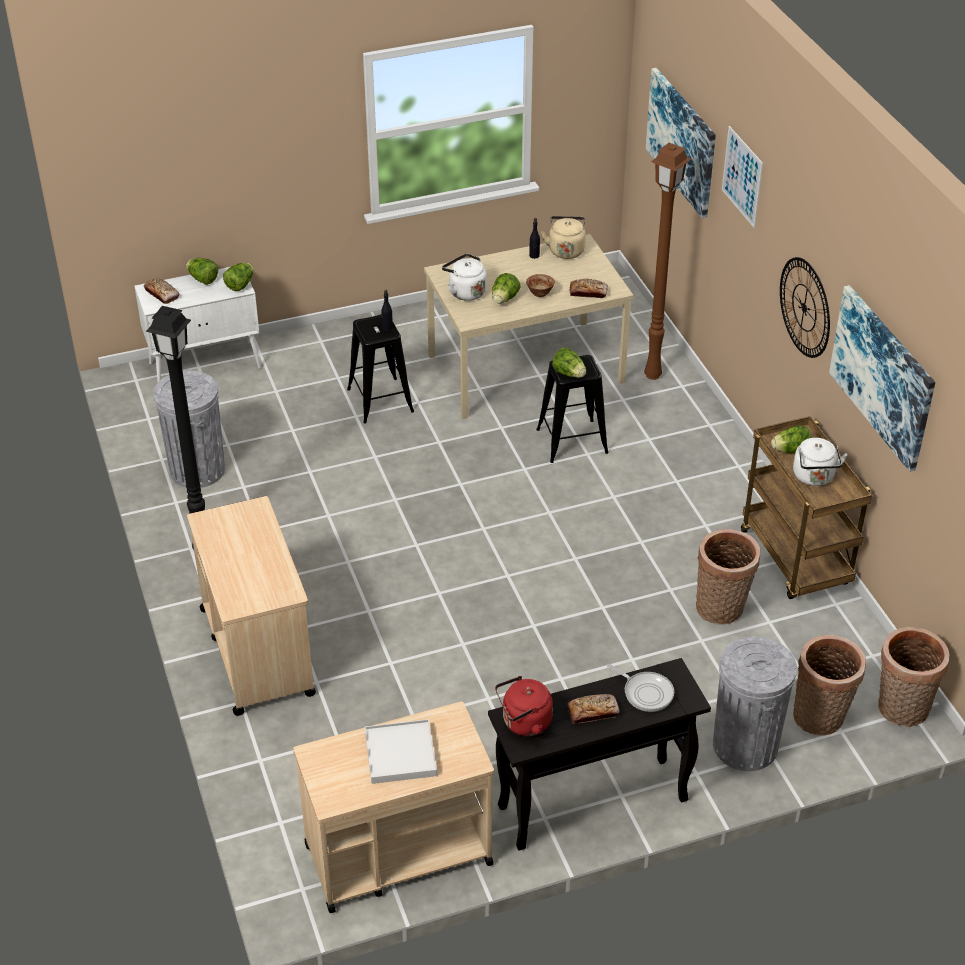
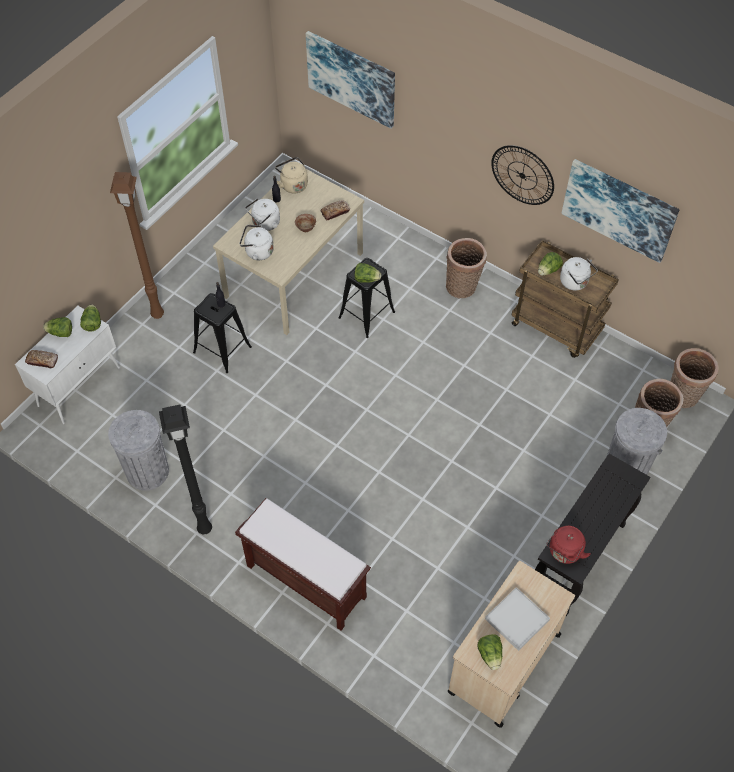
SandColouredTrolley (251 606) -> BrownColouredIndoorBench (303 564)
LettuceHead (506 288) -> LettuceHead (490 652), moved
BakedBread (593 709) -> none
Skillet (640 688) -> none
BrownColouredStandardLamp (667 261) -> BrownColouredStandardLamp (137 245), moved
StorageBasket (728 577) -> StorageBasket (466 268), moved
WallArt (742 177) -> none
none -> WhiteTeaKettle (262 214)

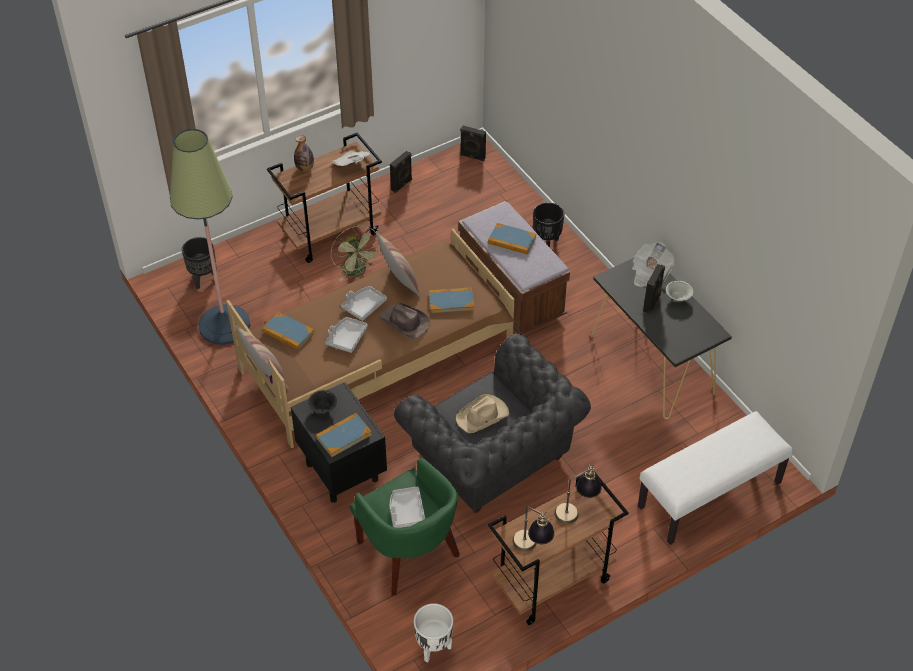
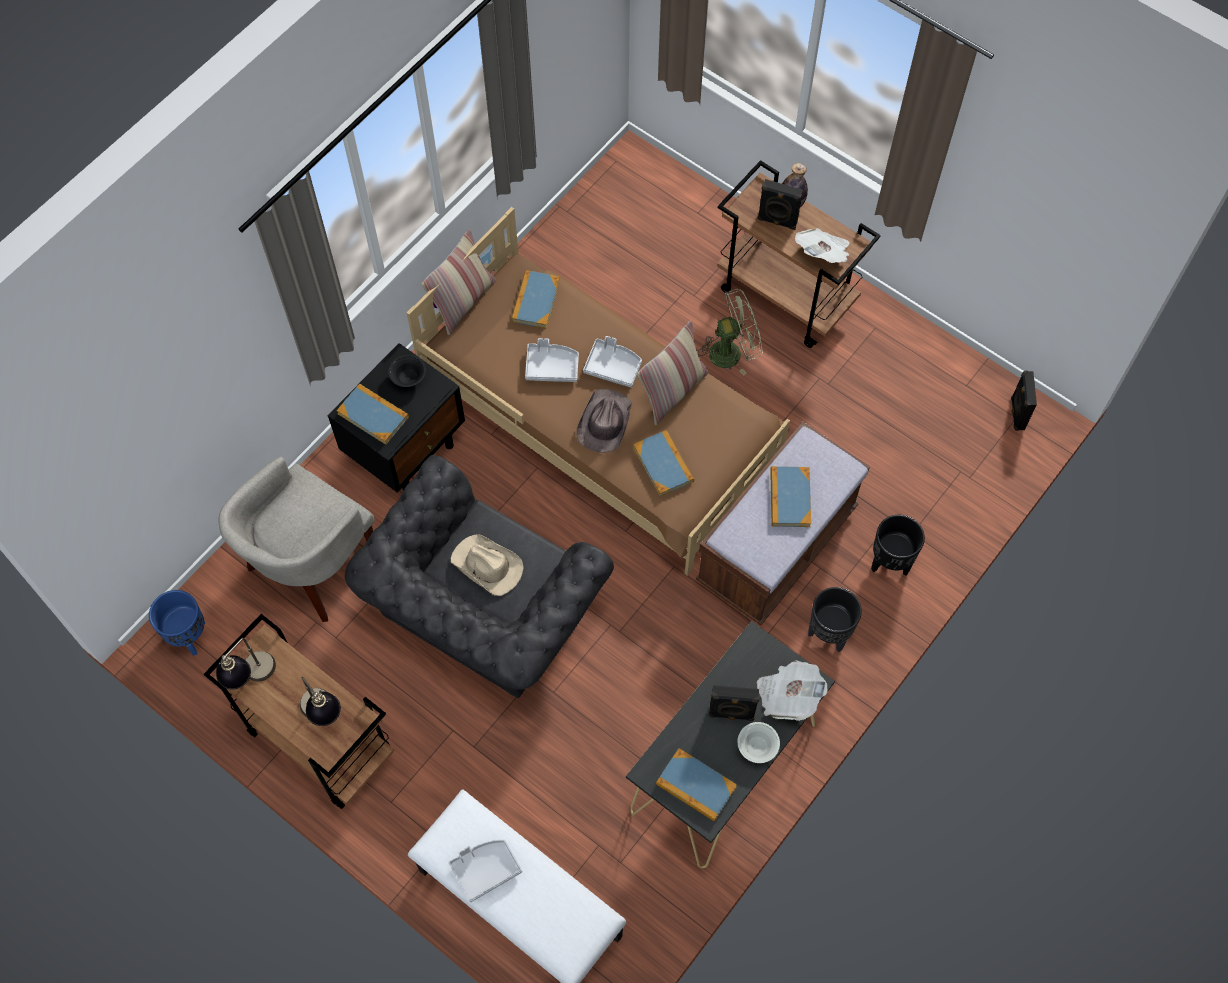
StandardLamp (210 237) -> none
BlackPlantPot (199 263) -> BlackPlantPot (835 619), moved
GreenColouredElectricFan (356 253) -> GreenColouredElectricFan (730 332), 150 degrees counterclockwise
GreenColouredLoungeChair (405 527) -> SandColouredLoungeChair (296 539)
BlackSpeaker (401 172) -> BlackSpeaker (780 204), moved
GreyCarryingTray (407 507) -> GreyCarryingTray (485 871), moved
WhitePlantPot (433 632) -> BluePlantPot (177 623)
none -> BoundBook (696 785)

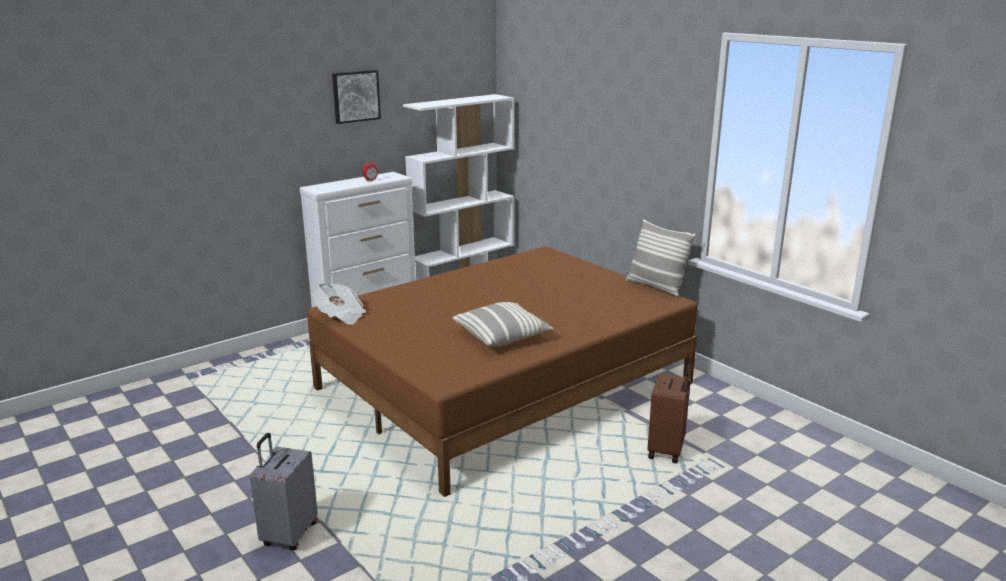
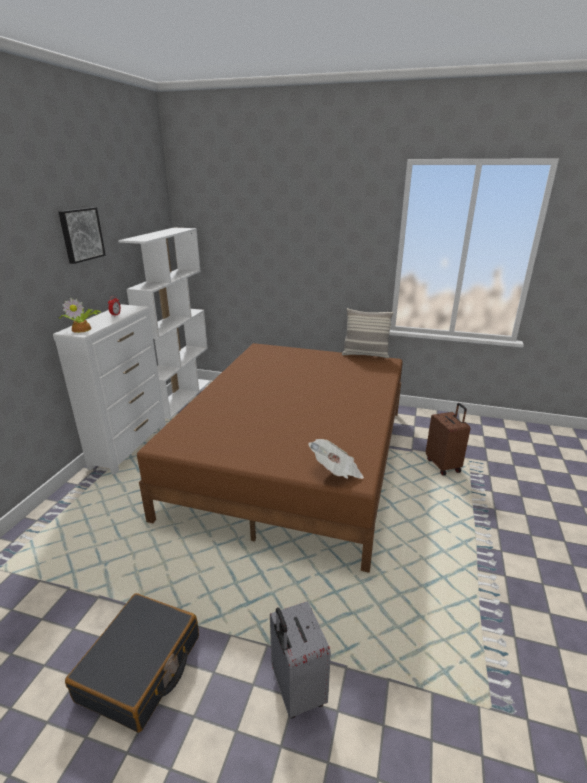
Newspaper (339 303) -> Newspaper (336 459), moved
ThrowPillow (503 324) -> none
none -> Houseplant (80 315)
none -> BlackTravelCase (132 663)

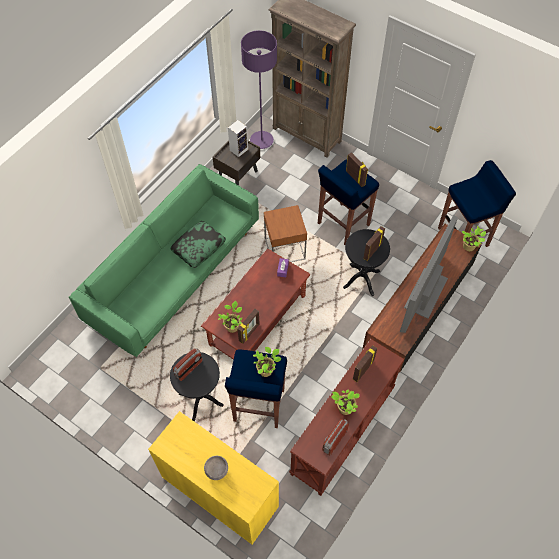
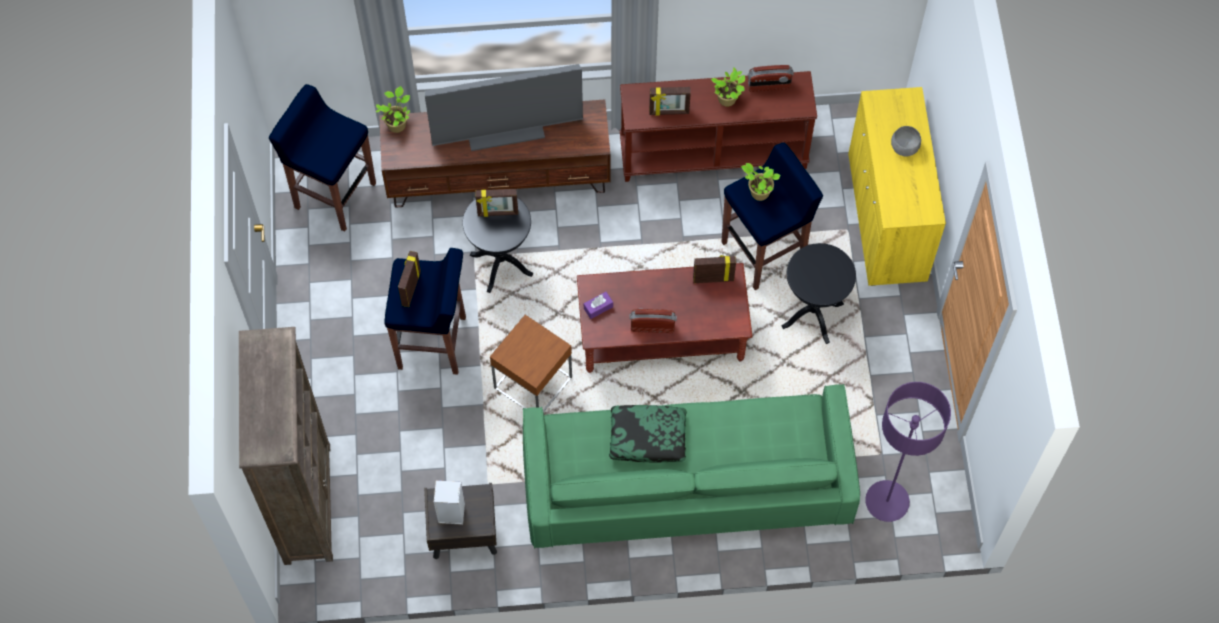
RadioSet (188 364) -> RadioSet (653 320), moved
Houseplant (230 317) -> none
PurplishStandardLamp (259 89) -> PurplishStandardLamp (908 452), moved

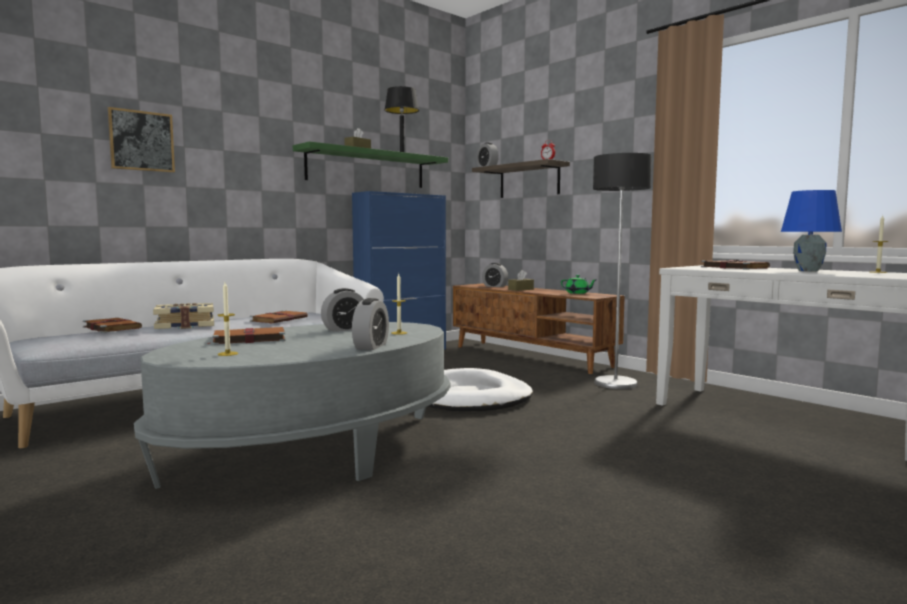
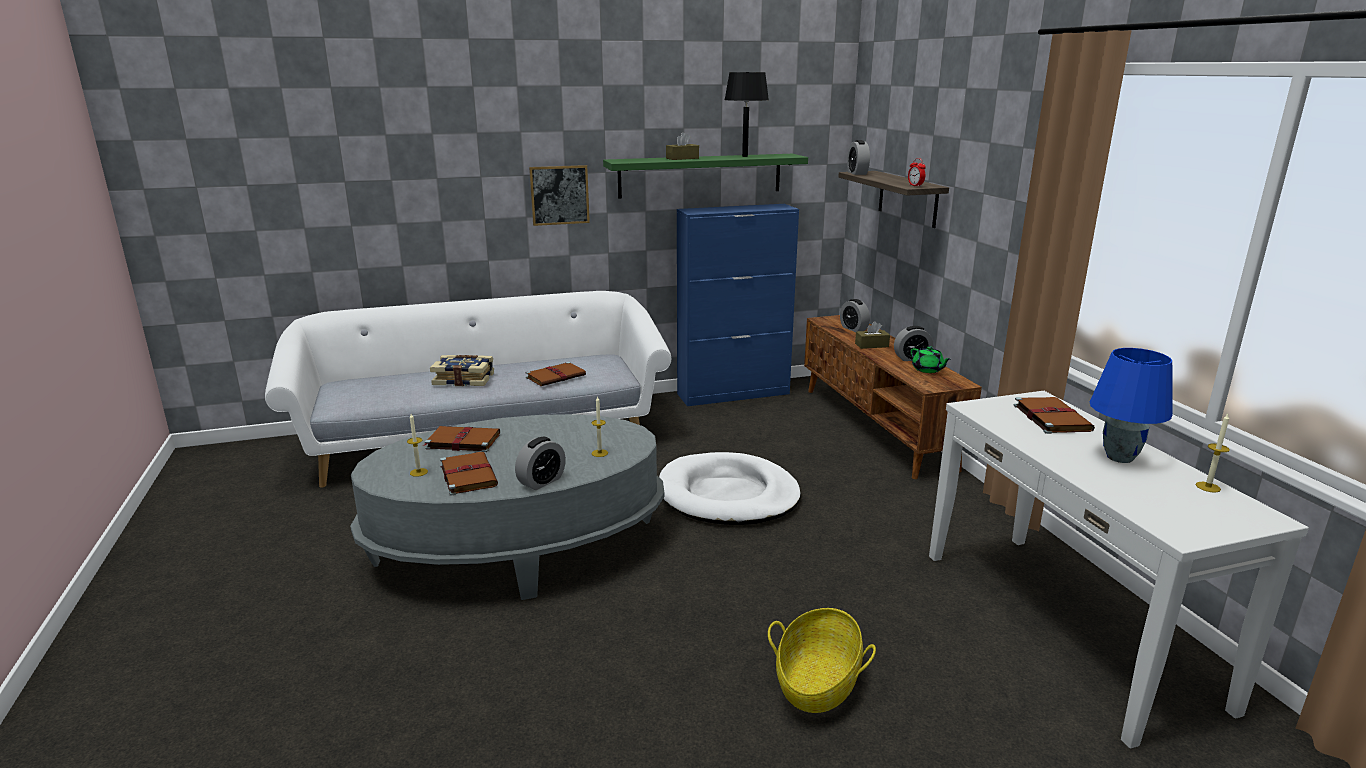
BrownColouredBoundBook (112 325) -> BrownColouredBoundBook (469 474), moved
WallArt (141 140) -> WallArt (559 195), moved
AlarmClock (342 310) -> AlarmClock (913 343), moved
StandardLamp (622 271) -> none
none -> StorageBasket (822 660)

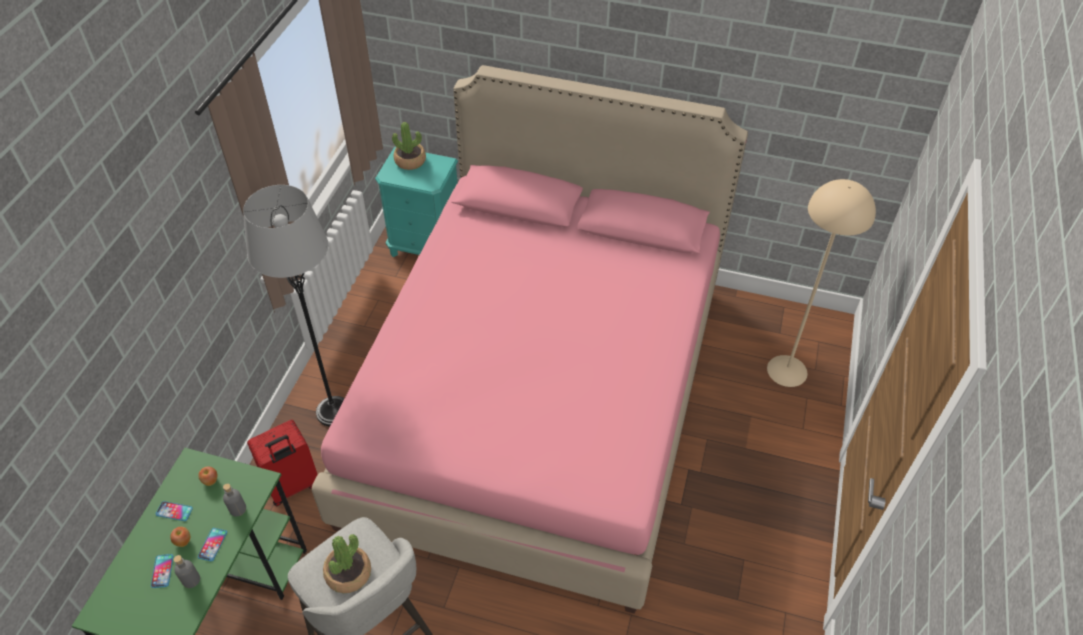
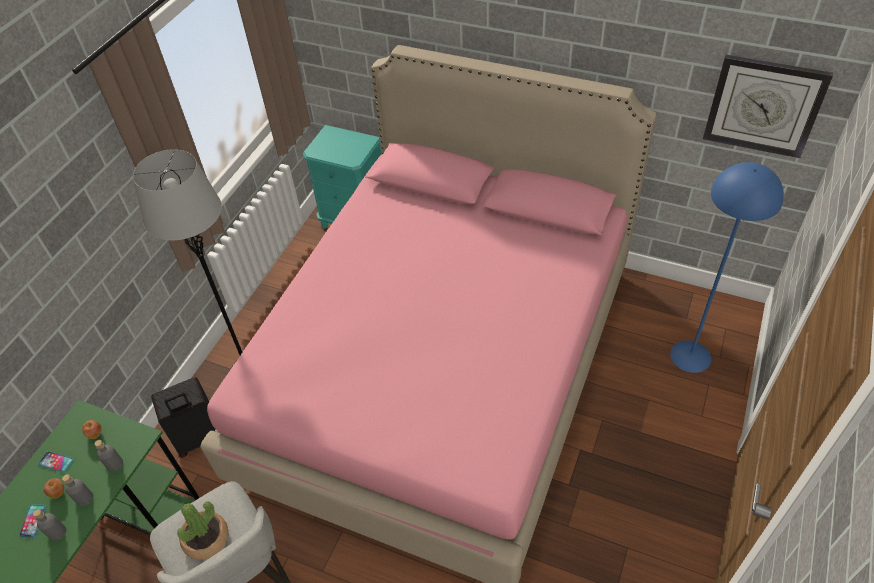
Handset (212 544) -> GreyBottle (77 490)
RedColouredTravelCase (282 463) -> BlackTravelCase (183 417)
Houseplant (409 146) -> none
SandColouredStandardLamp (821 283) -> BlueStandardLamp (727 267)
none -> WallClock (768 106)

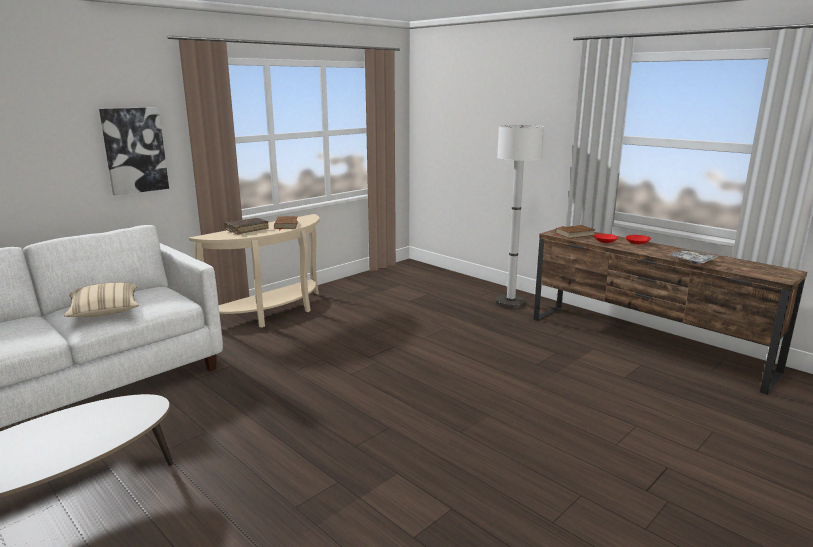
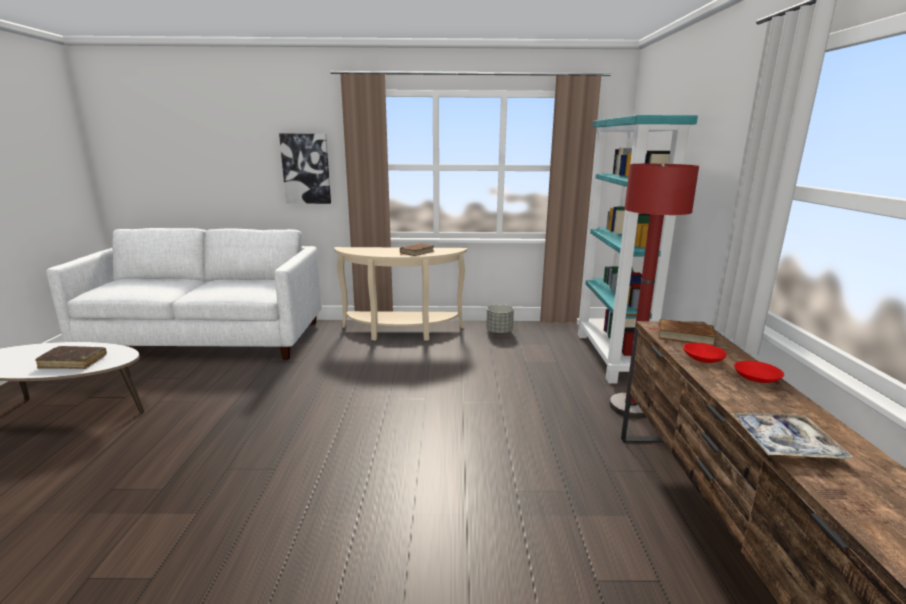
SandColouredThrowPillow (101 299) -> none
BrownColouredBoundBook (246 226) -> BrownColouredBoundBook (71 357), moved
WhiteStandardLamp (520 217) -> RedColouredStandardLamp (654 291)
none -> GreyPlantPot (500 319)
none -> BlueGreenBookcase (637 249)

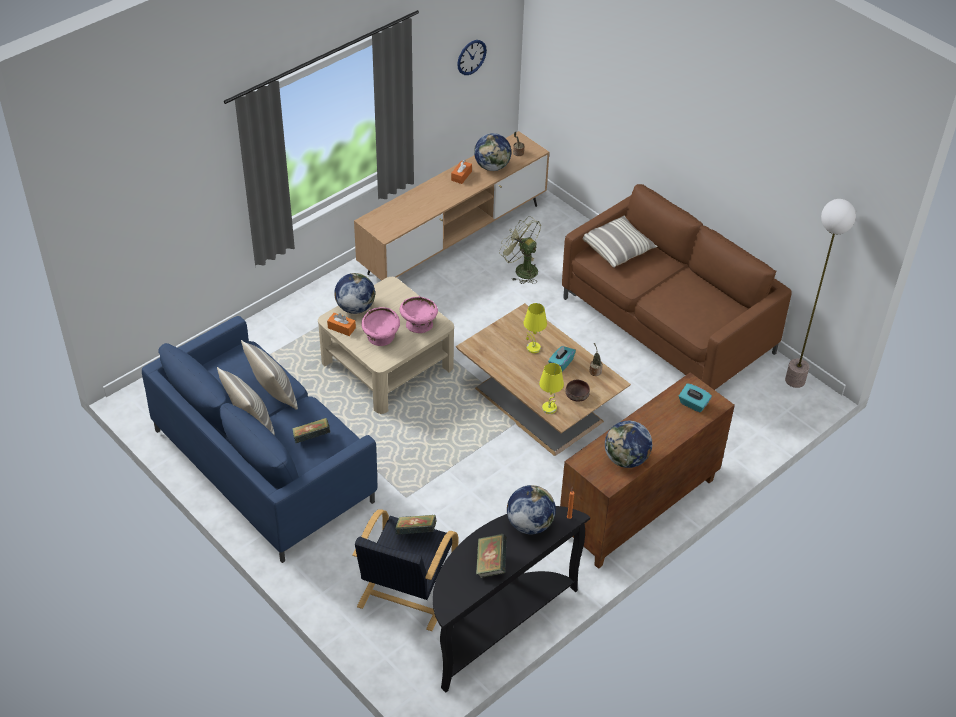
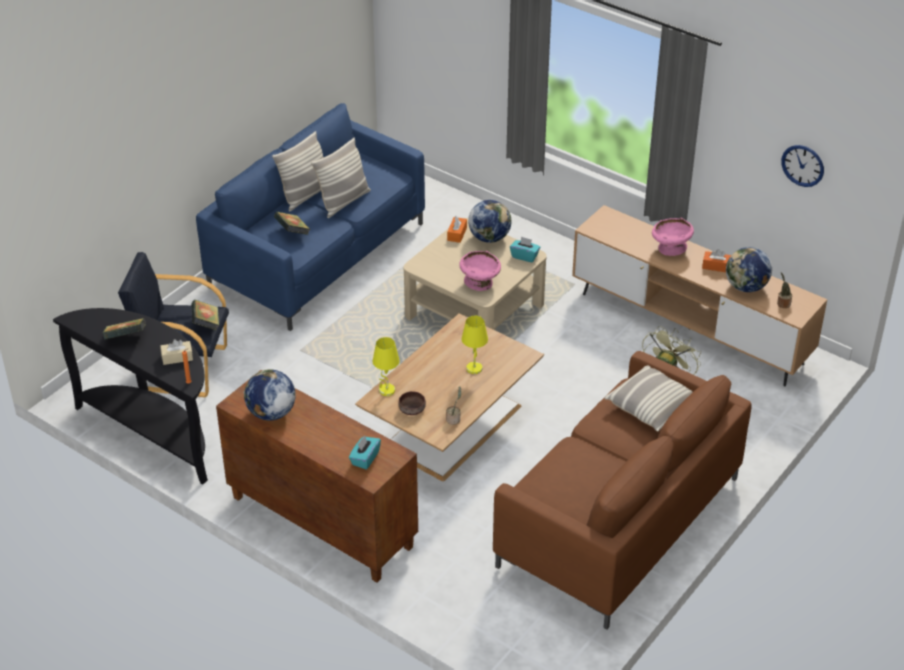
PinkColouredDeepDish (380 326) -> PinkColouredDeepDish (673 237), moved
WorldGlobe (531 509) -> SandColouredBoxOfTissues (176 352)
BlueGreenBoxOfTissues (562 358) -> BlueGreenBoxOfTissues (525 249), moved
StandardLamp (820 293) -> none

